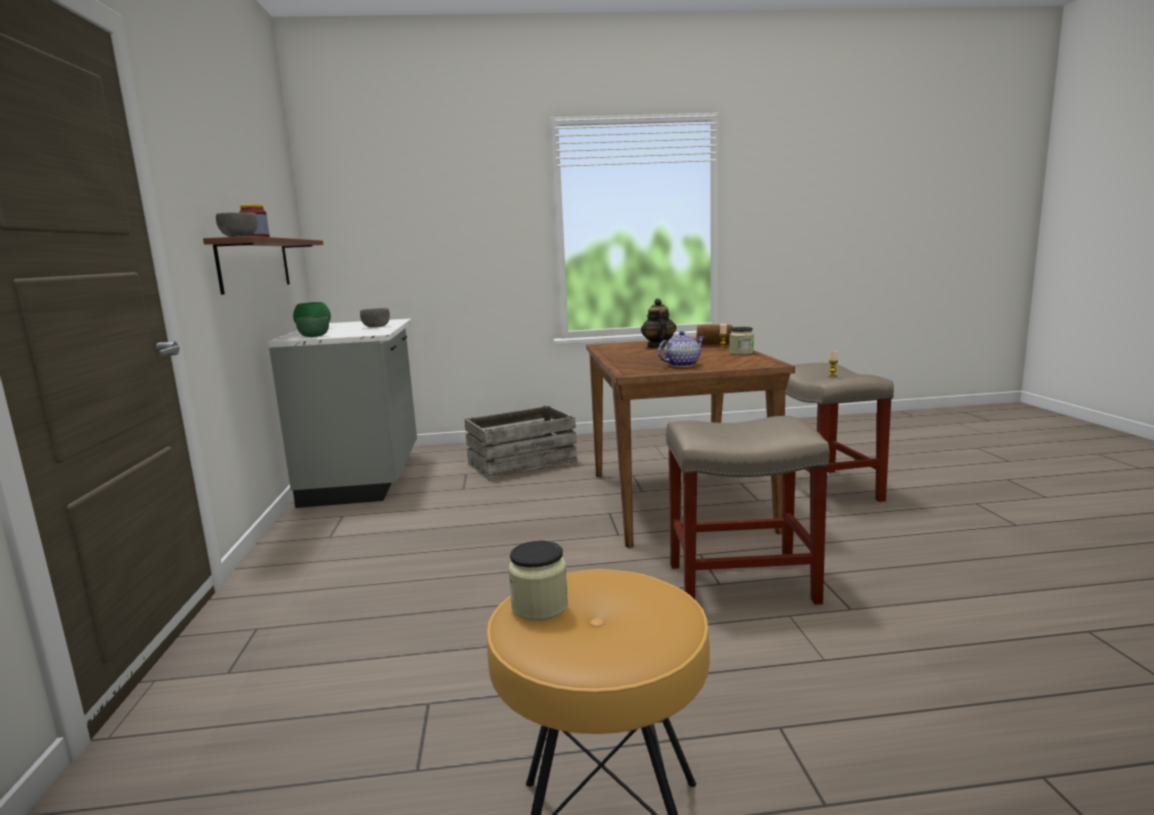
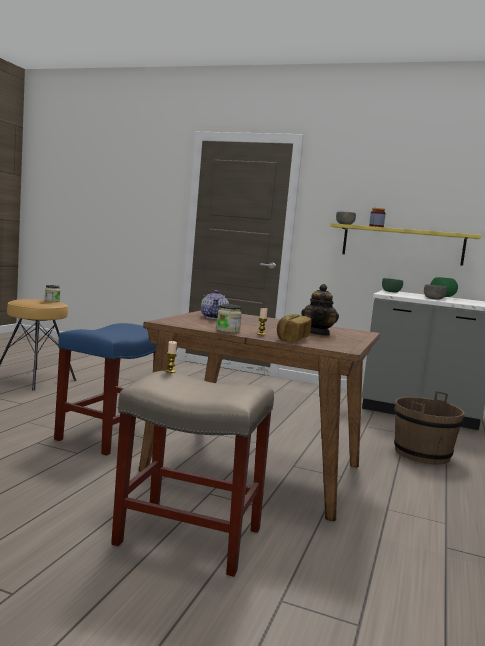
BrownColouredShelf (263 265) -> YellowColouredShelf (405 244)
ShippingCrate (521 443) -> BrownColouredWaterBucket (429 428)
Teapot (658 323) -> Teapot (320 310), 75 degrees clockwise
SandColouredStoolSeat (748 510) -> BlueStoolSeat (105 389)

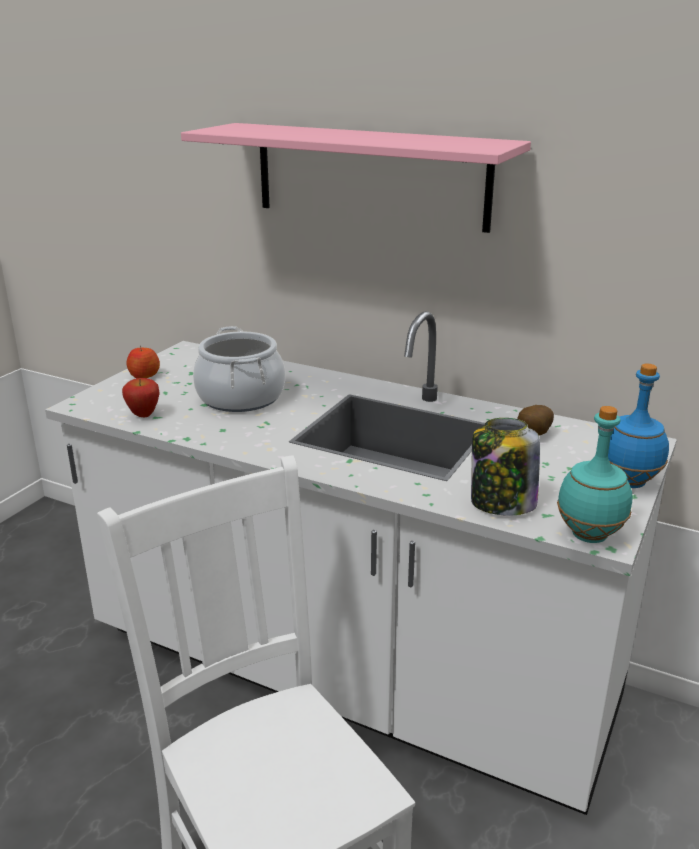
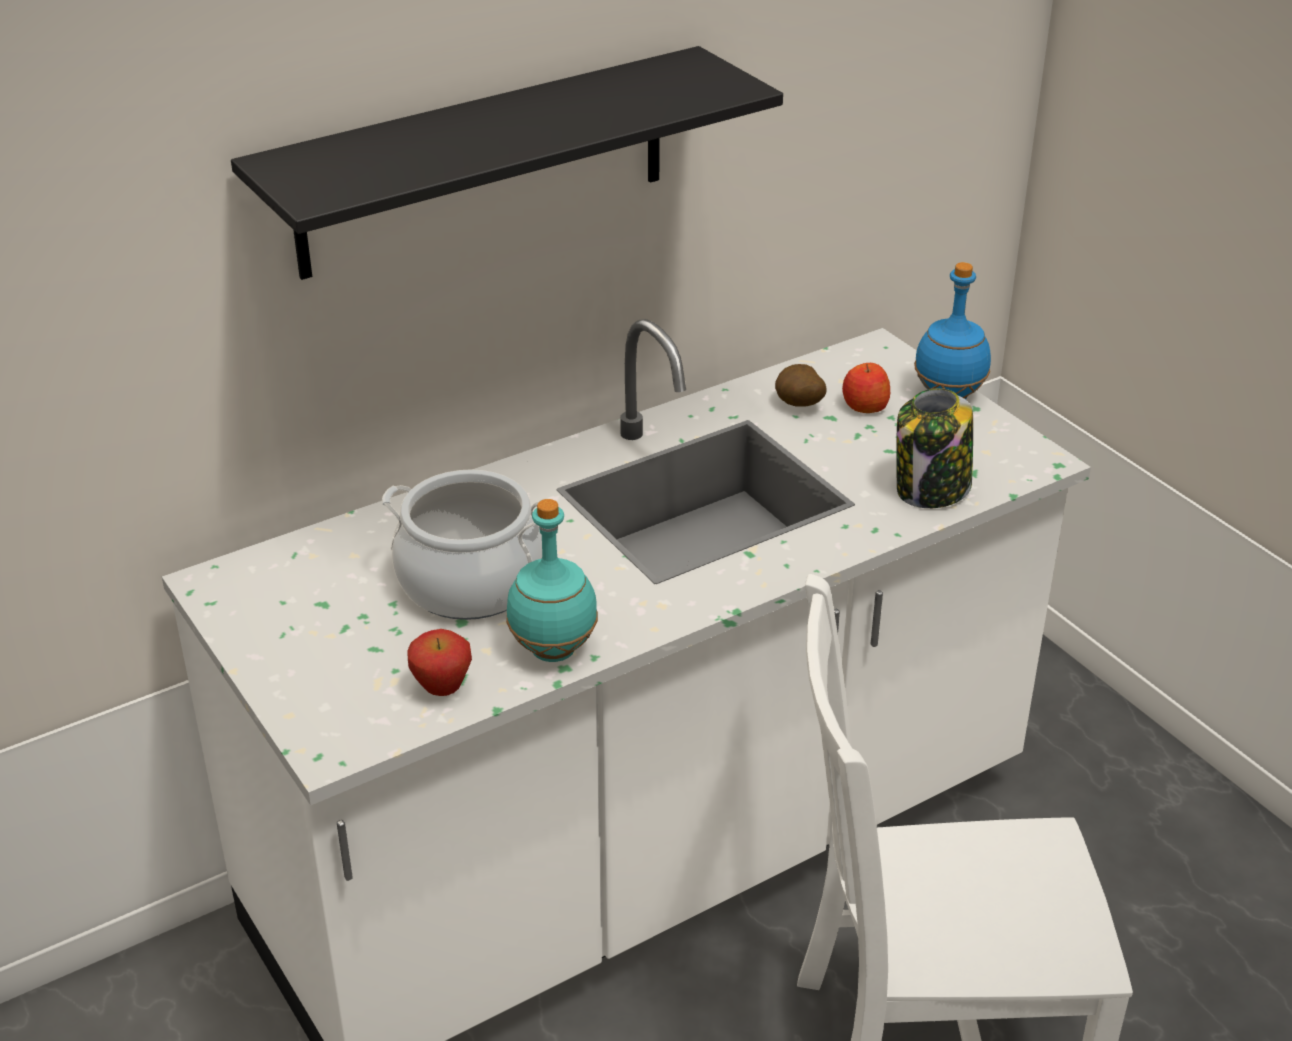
WholeApple (143 361) -> WholeApple (866 388), moved
PinkColouredShelf (356 178) -> BlackShelf (507 163)
BlueGreenBottle (594 474) -> BlueGreenBottle (552 580), moved

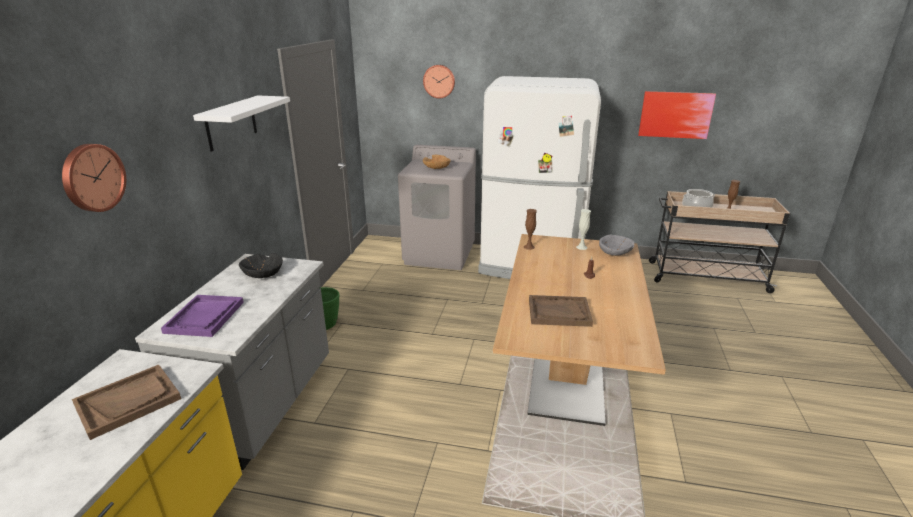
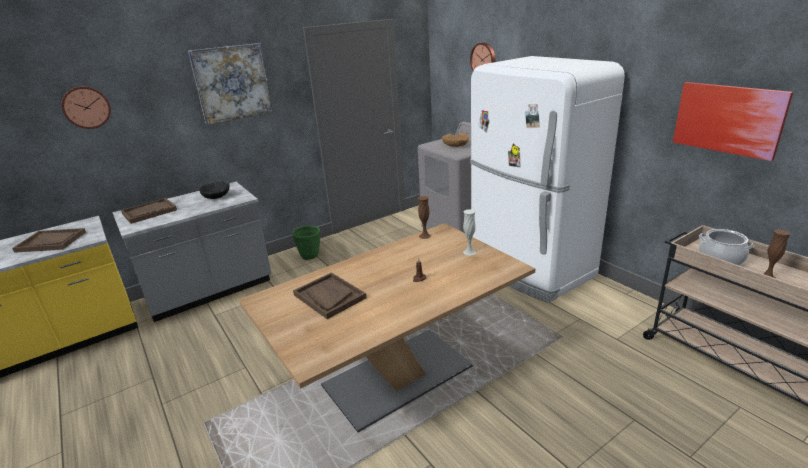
PurplishCarryingTray (202 316) -> BrownColouredCarryingTray (149 211)
WhiteShelf (241 123) -> WallArt (230 84)
GreyDeepDish (616 245) -> none

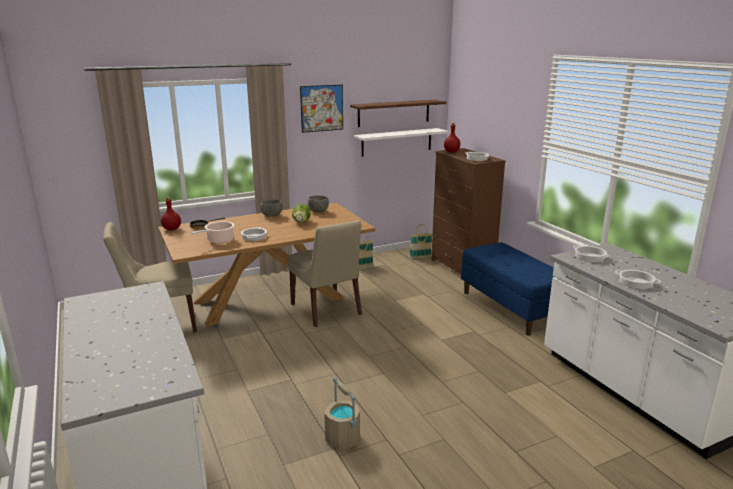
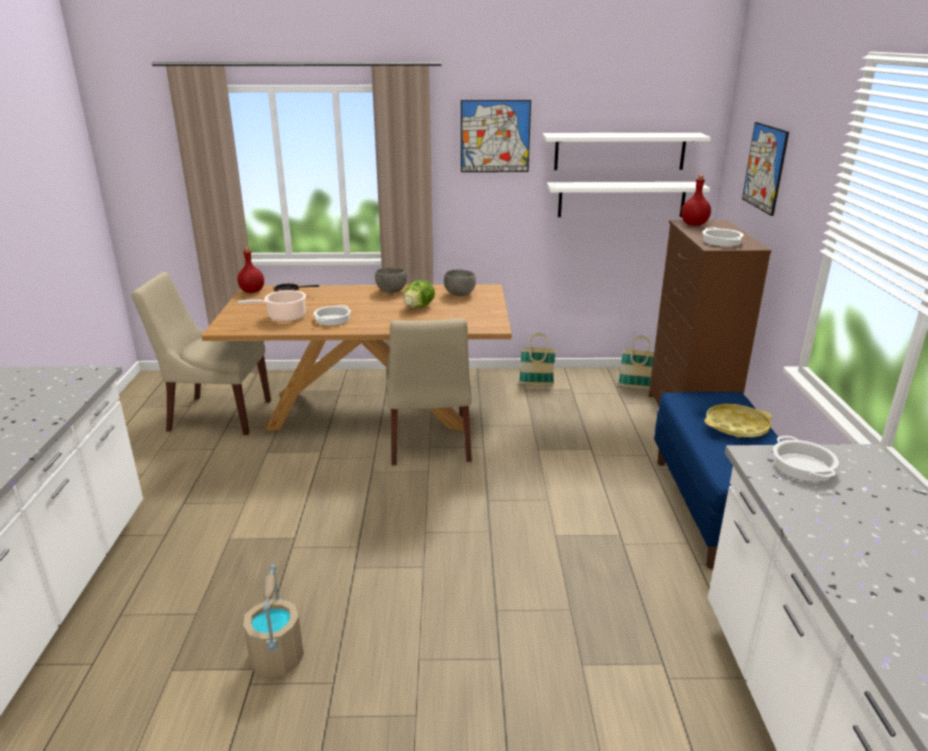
BrownColouredShelf (398 113) -> WhiteShelf (626 151)
Stockpot (638 279) -> none
none -> YellowColouredCarryingTray (738 420)
none -> WallArt (765 169)

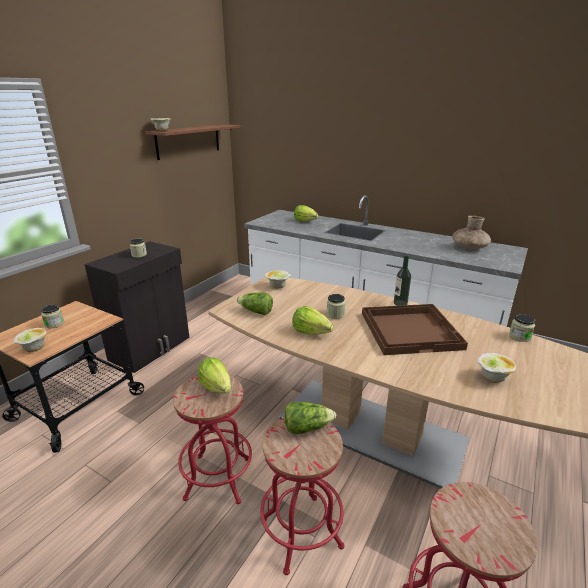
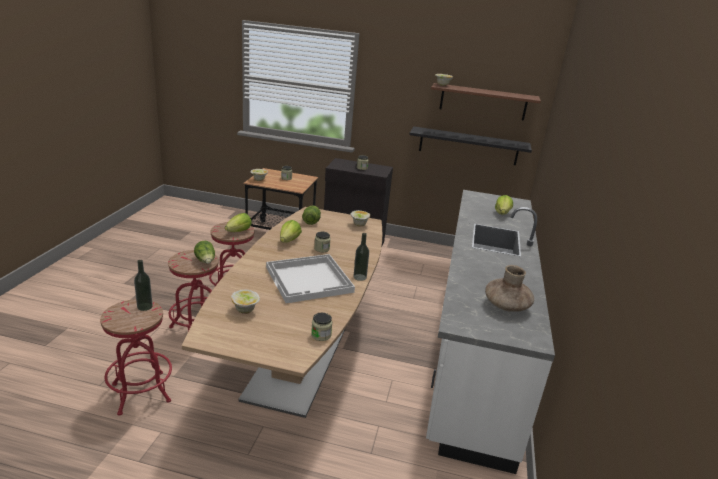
BrownColouredCarryingTray (415 329) -> WhiteCarryingTray (310 278)
none -> Bottle (143 285)
none -> BlackShelf (470 145)

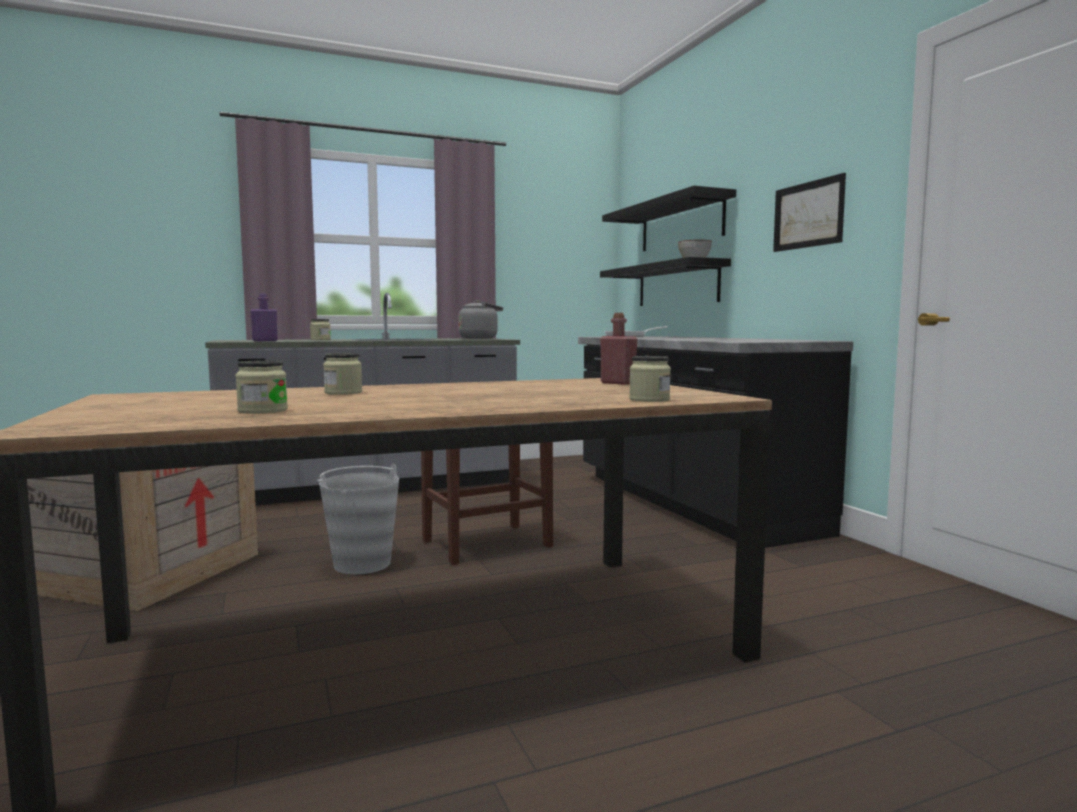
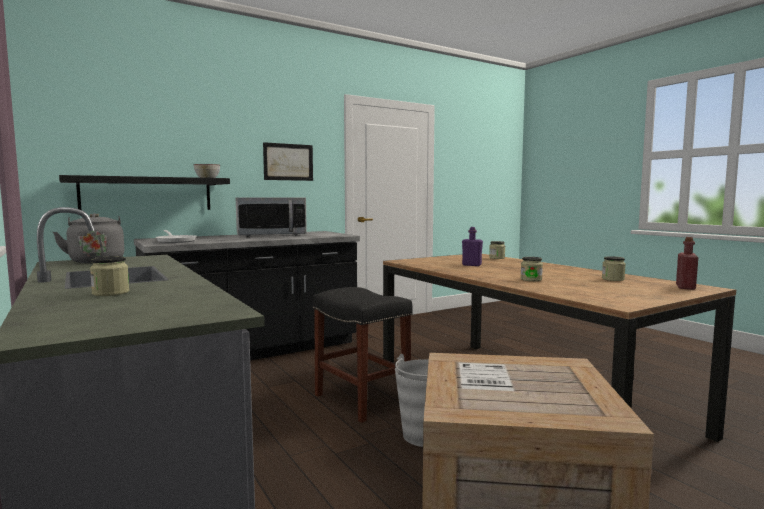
PurplishBottle (263 317) -> PurplishBottle (472 246), moved
RedColouredBottle (618 349) -> RedColouredBottle (687 263), moved
BlackShelf (669 218) -> none
none -> KitchenMicrowave (271 217)

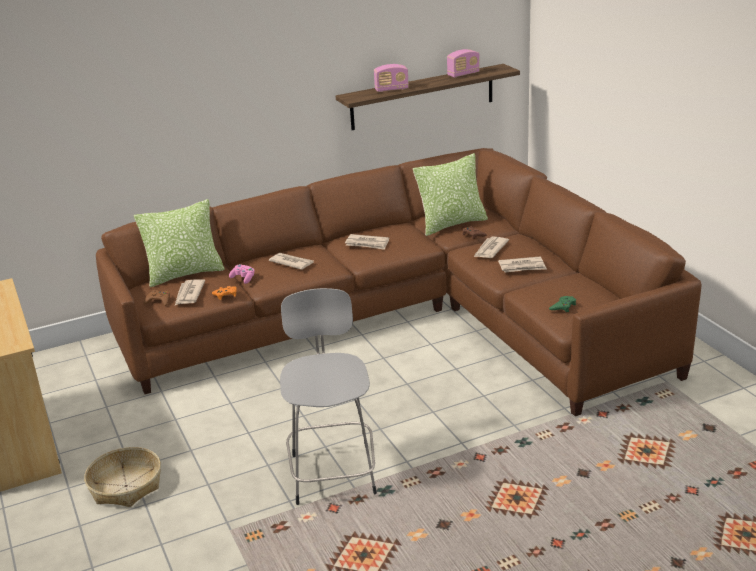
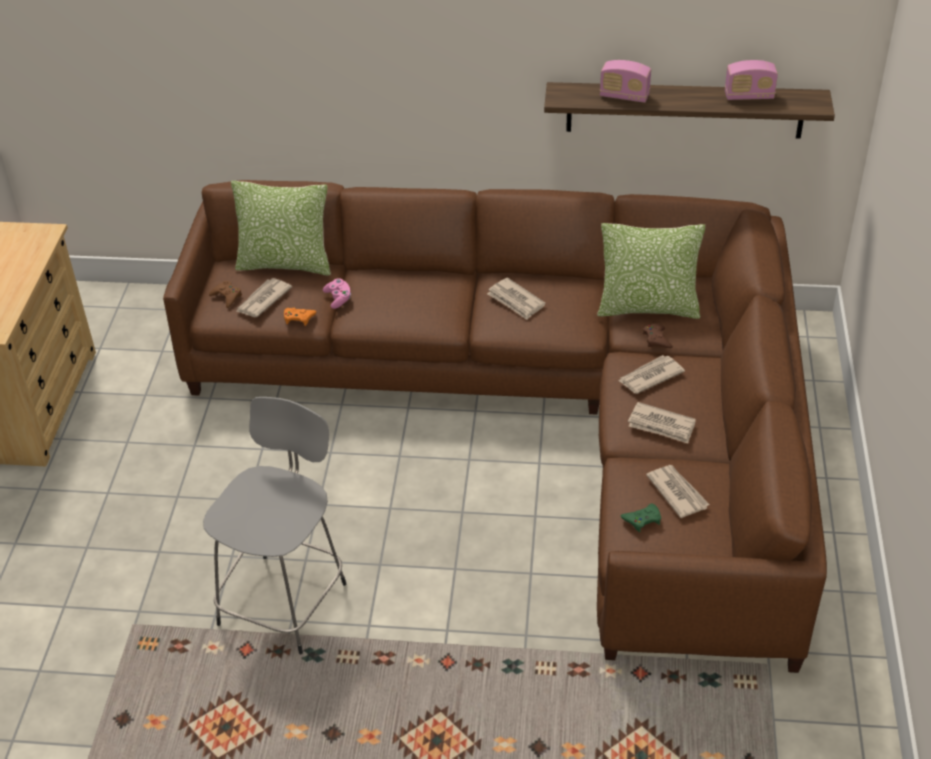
StorageBasket (122 477) -> none
Newspaper (291 261) -> Newspaper (678 491), moved

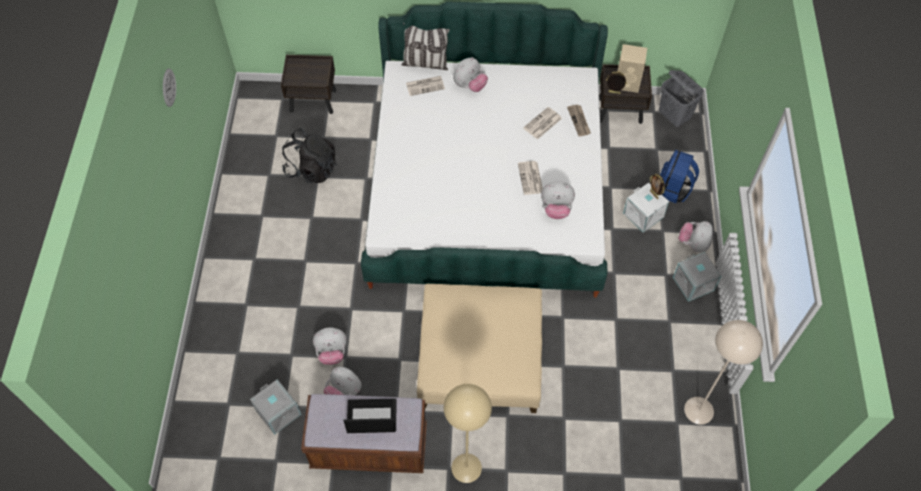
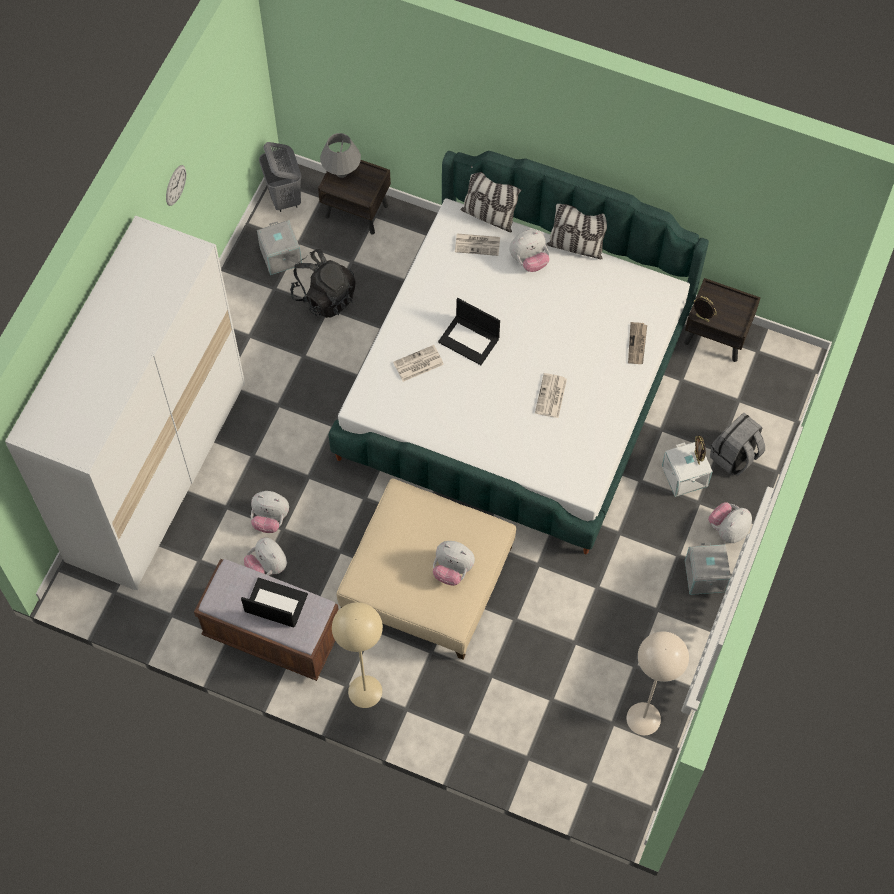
GreyStorageBox (275 407) -> GreyStorageBox (279 247), moved
Newspaper (542 123) -> Newspaper (418 363), moved
PlushToy (558 200) -> PlushToy (454 563), moved
SandColouredSpeaker (632 68) -> none
GreyHamper (681 99) -> GreyHamper (280 177), moved
BlueRucksack (679 176) -> GreyRucksack (737 444)
none -> WhiteClothesCupboard (125 402)
none -> GreyLampForATable (340 155)
none -> PortableComputer (469 331)
none -> ThrowPillow (576 231)

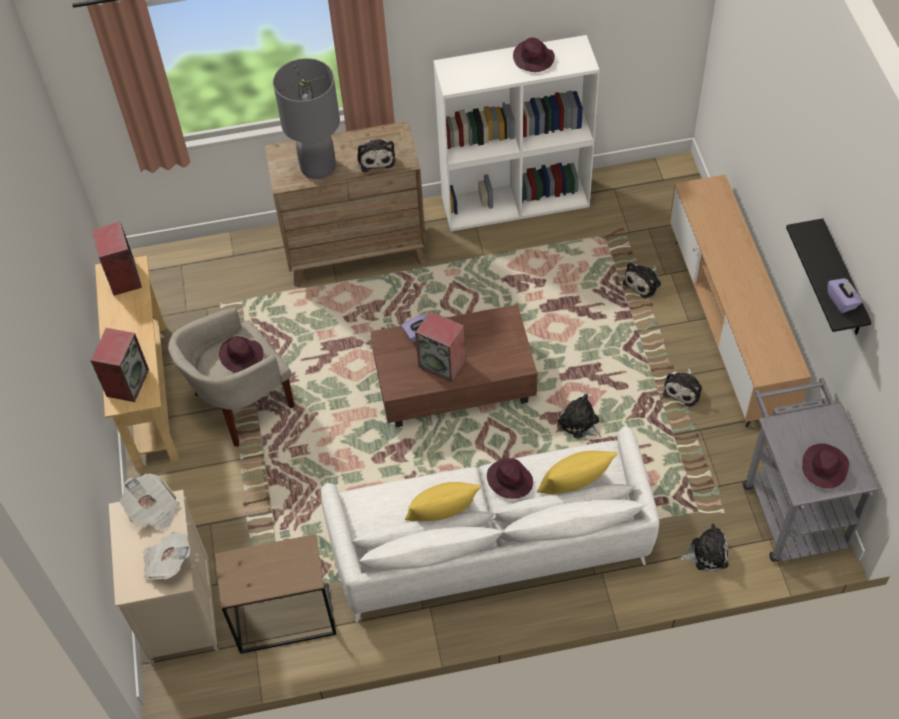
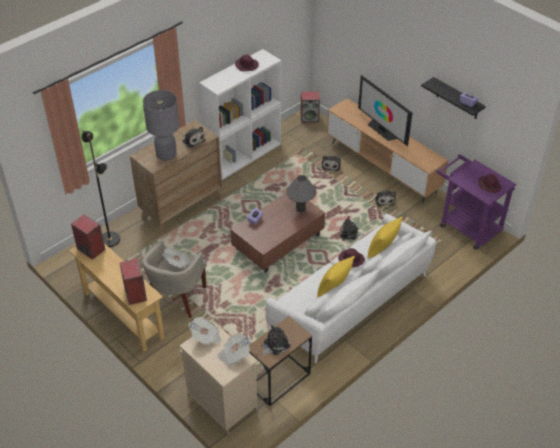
PurplishWearableHat (241 354) -> Newspaper (177 258)
Speaker (440 346) -> Speaker (310 107), moved
PlushToy (704 547) -> PlushToy (276 340), moved
GreyTrolley (811 470) -> PurplishTrolley (476 202)
none -> BlackStandardLamp (101 189)
none -> GreyLampForATable (301 193)
none -> TvSet (385 110)

